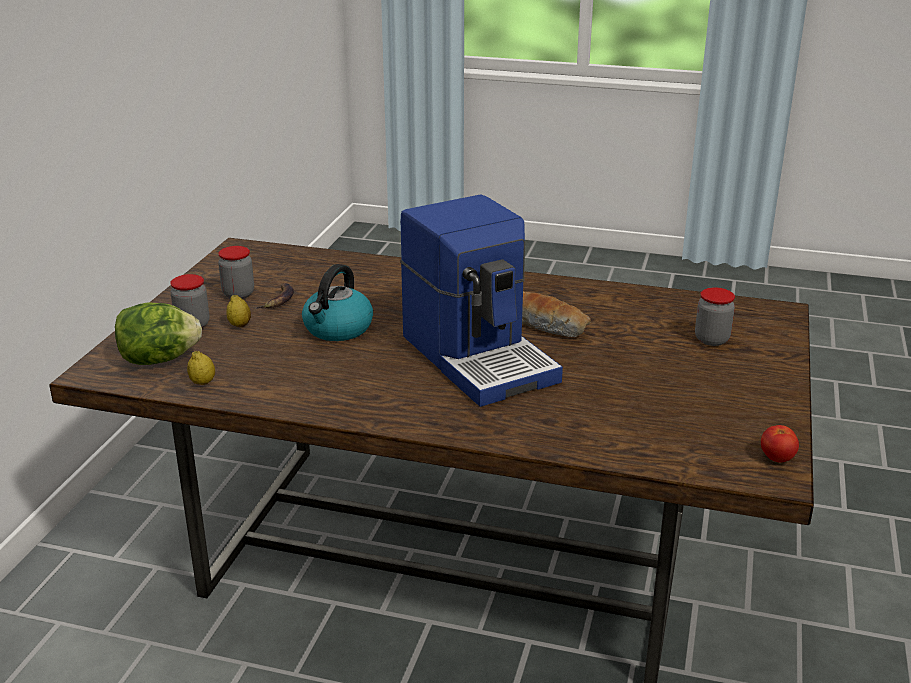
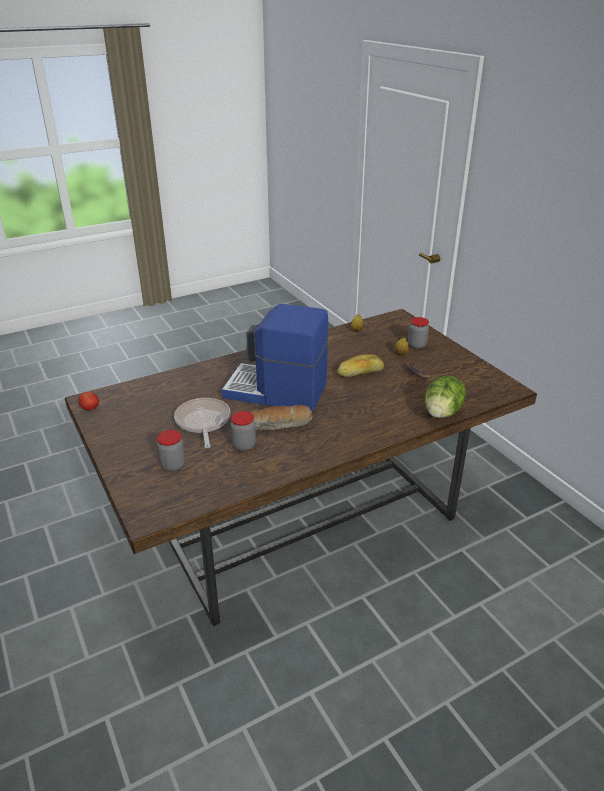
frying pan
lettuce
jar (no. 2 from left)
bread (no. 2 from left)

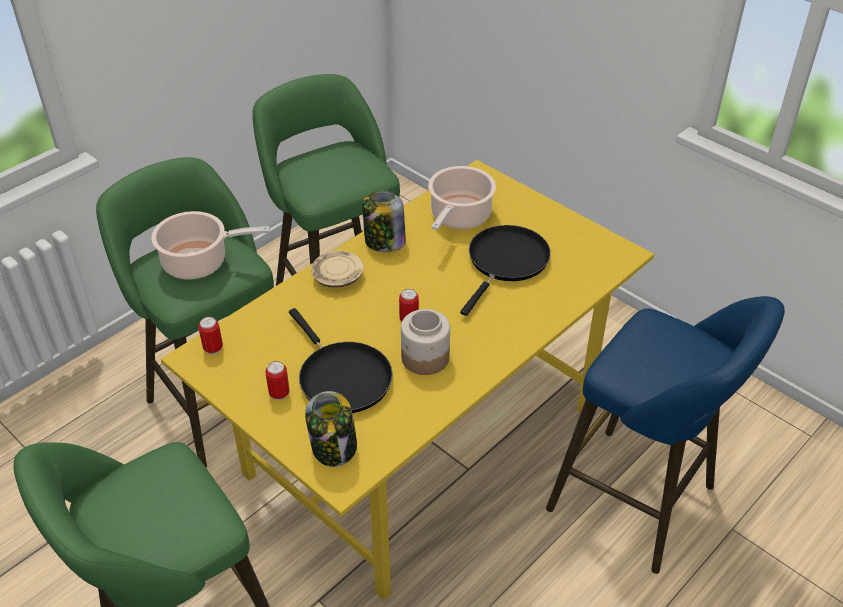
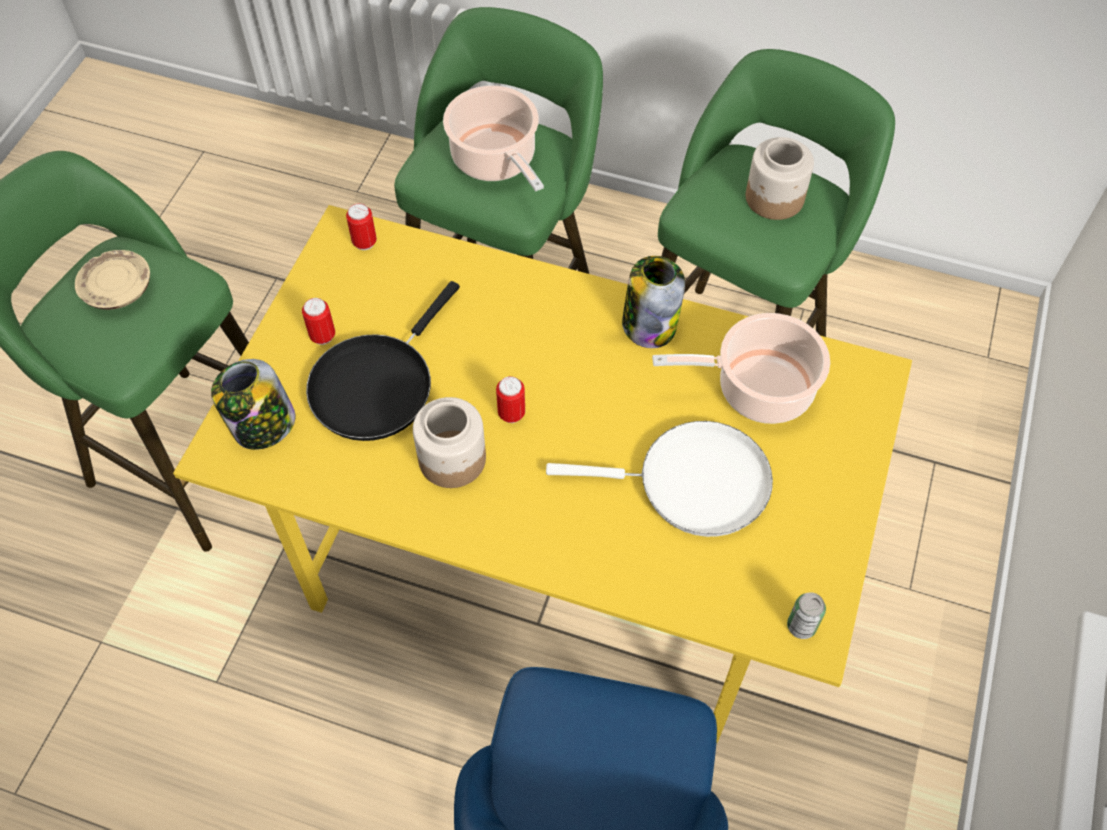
jar (no. 4 from left)
can (no. 4 from left)
beige plate
white frying pan

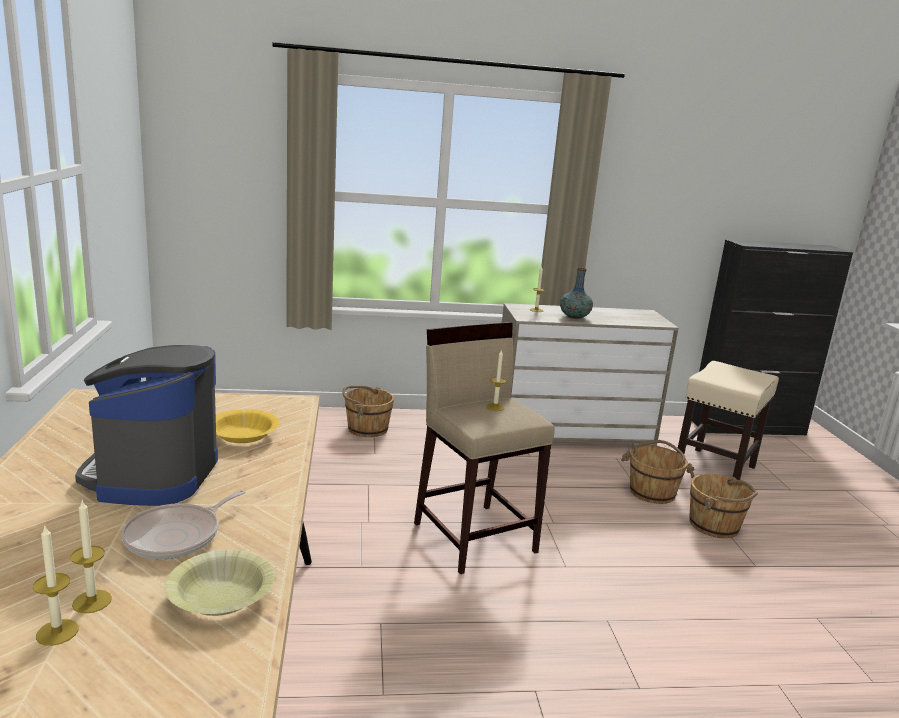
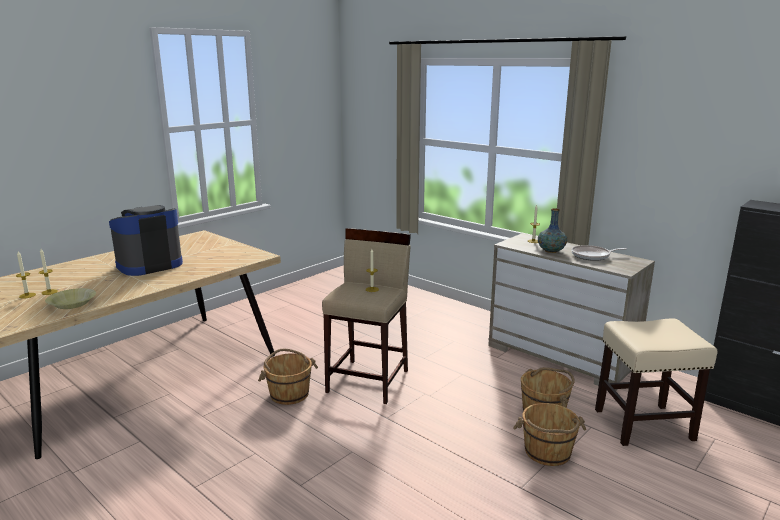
yellow bowl (no. 2 from left in the first image)
frying pan
brown bucket (no. 1 from left)

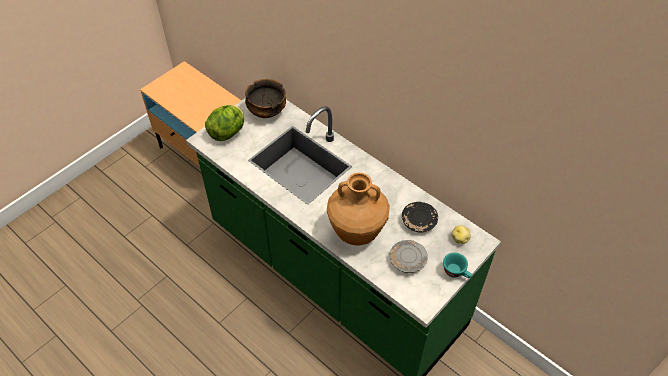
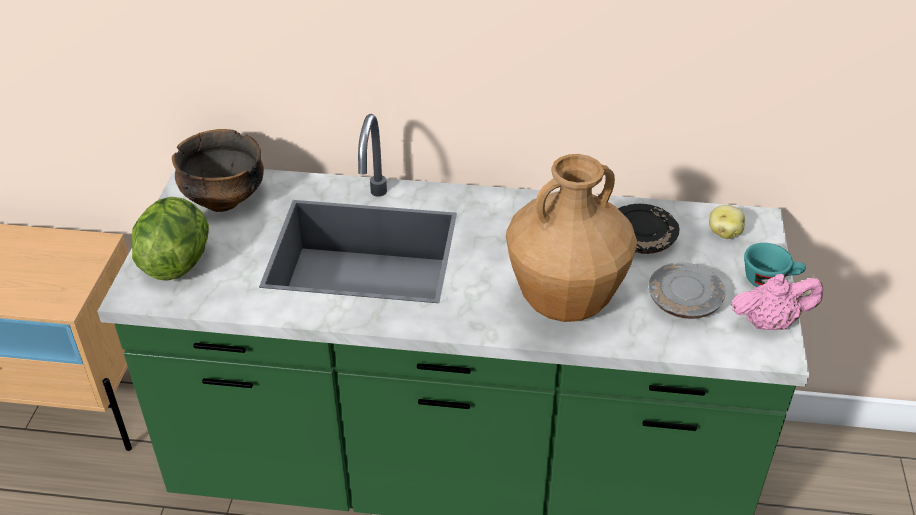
pink teapot

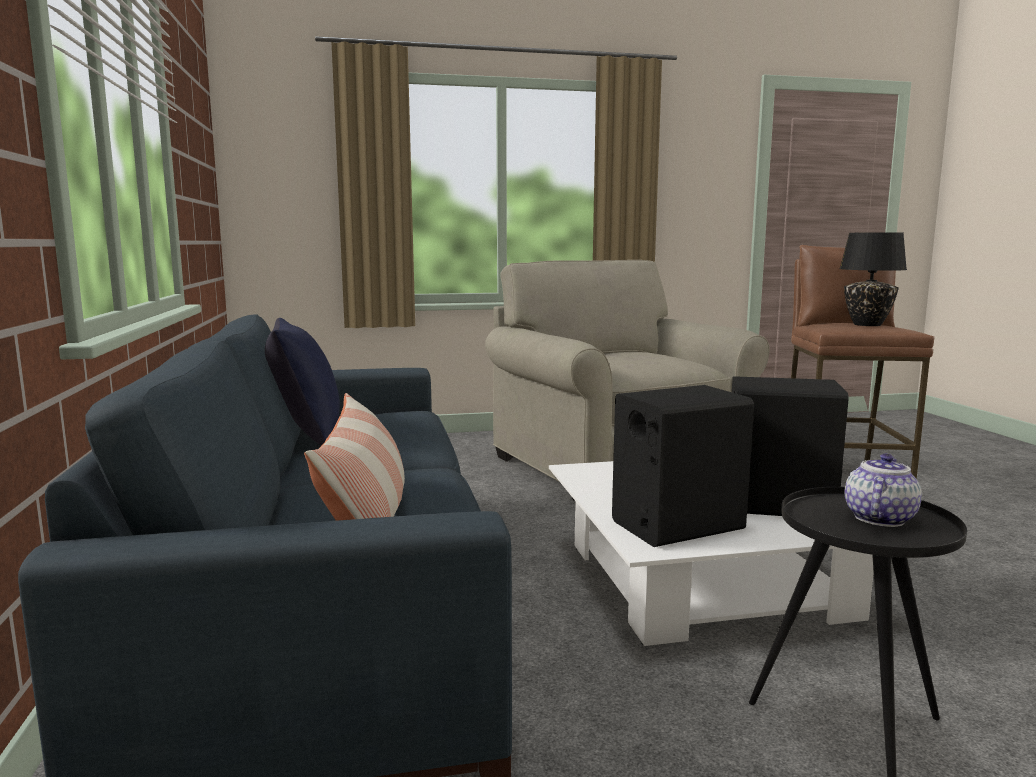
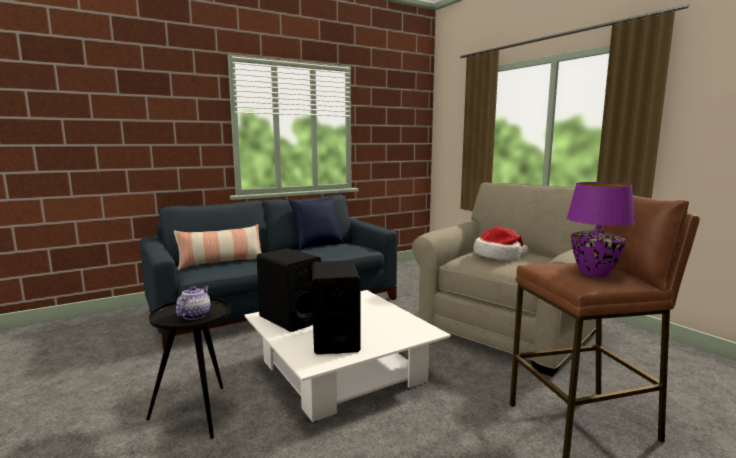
hat
purple table lamp
teapot

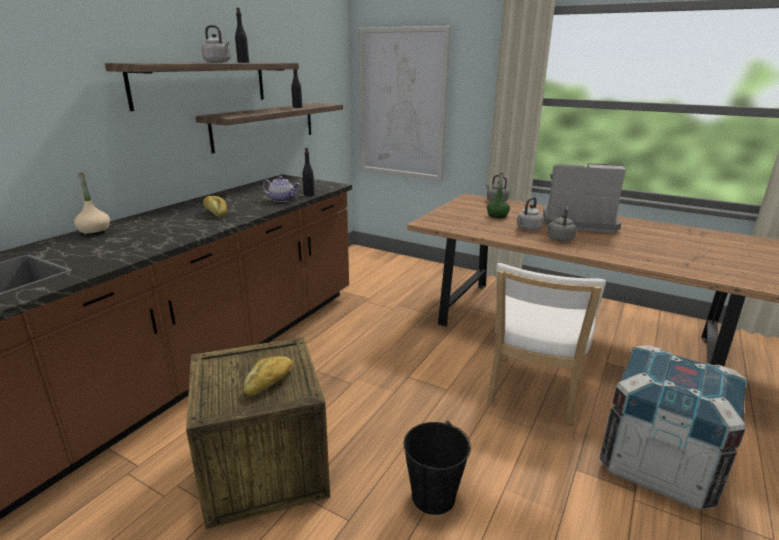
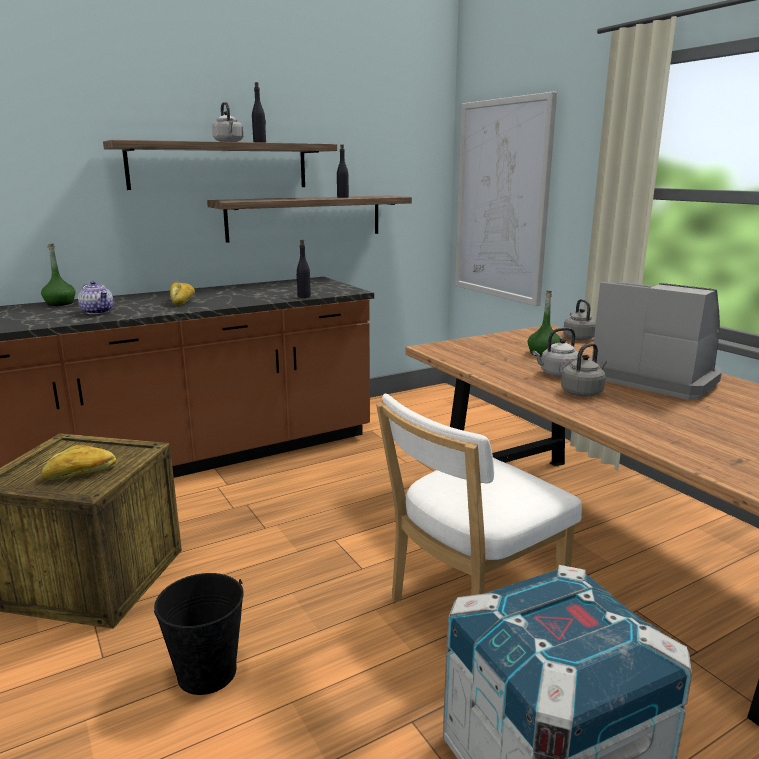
teapot
green bottle (no. 1 from left)

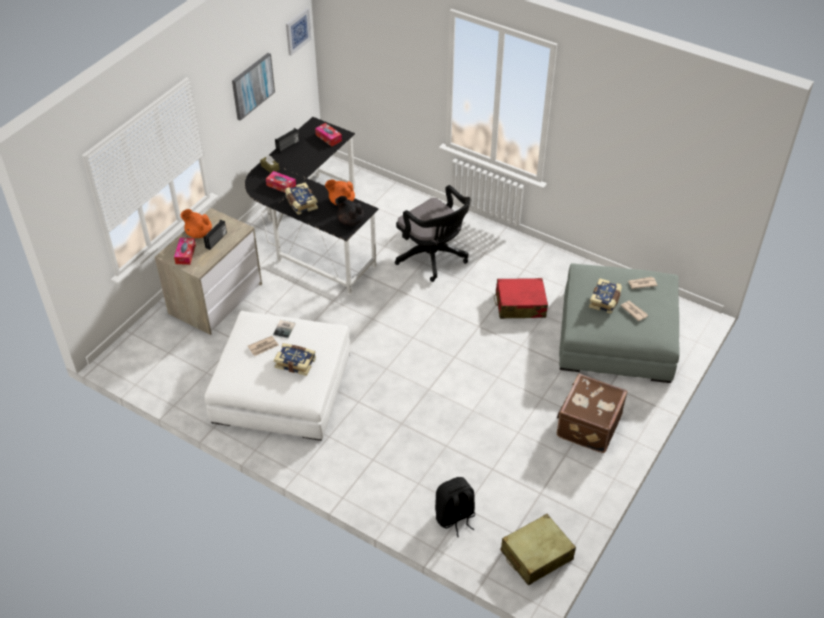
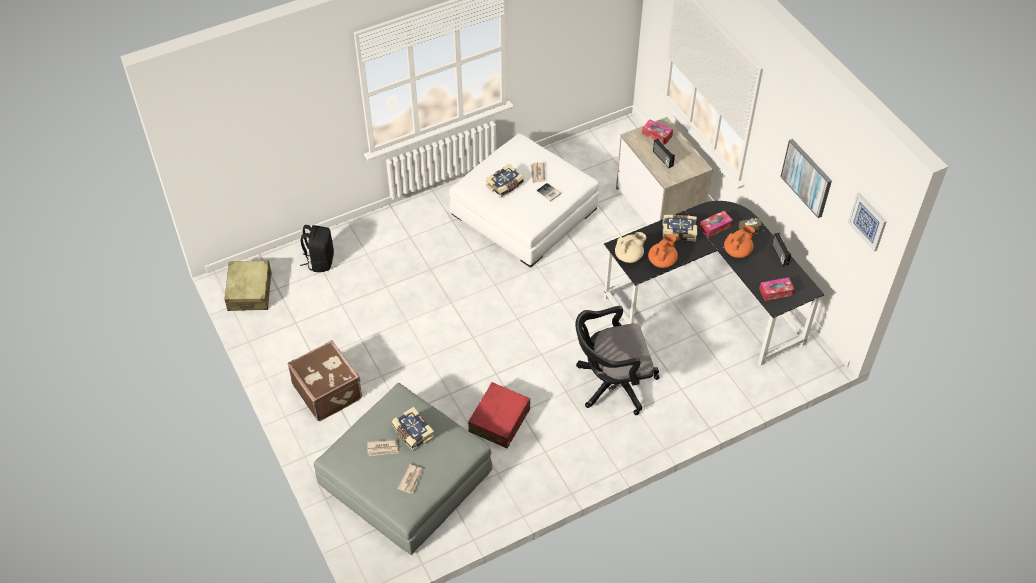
orange teapot (no. 2 from left)
beige teapot

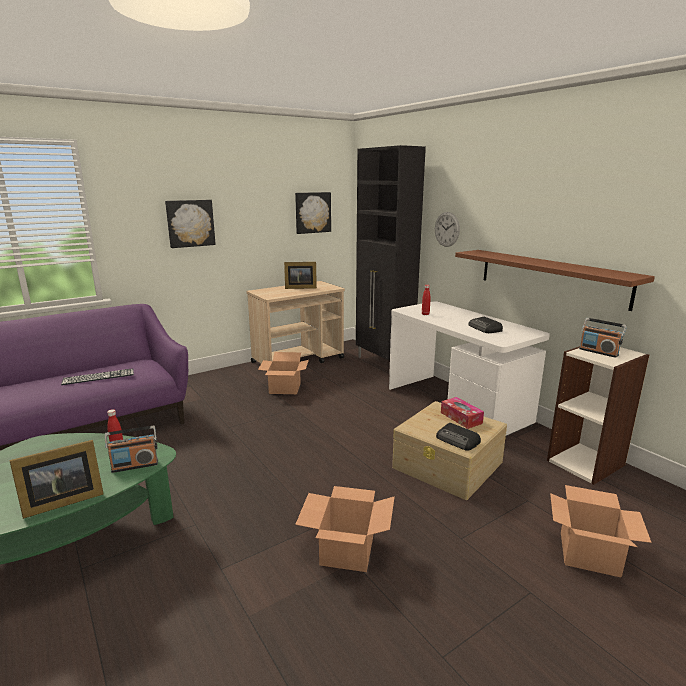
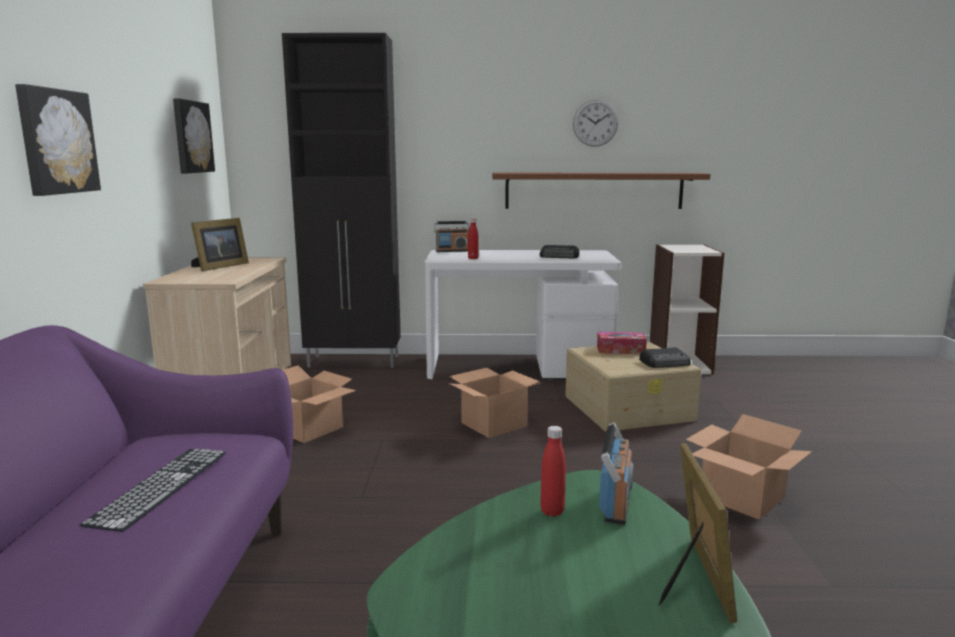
wall clock
cardboard box (no. 2 from left)
radio (no. 1 from left)

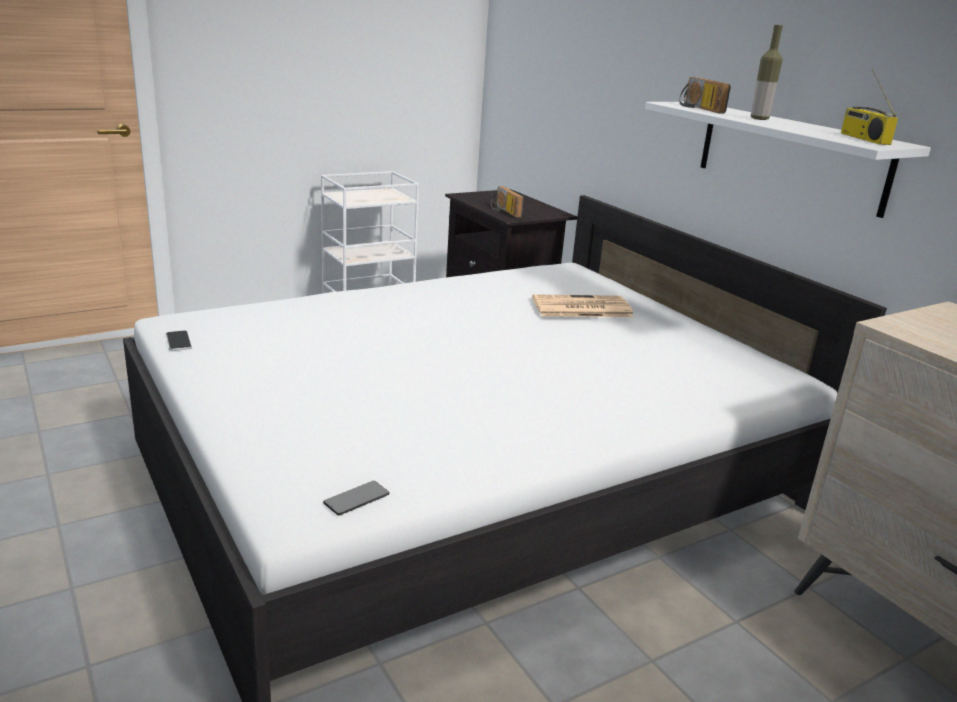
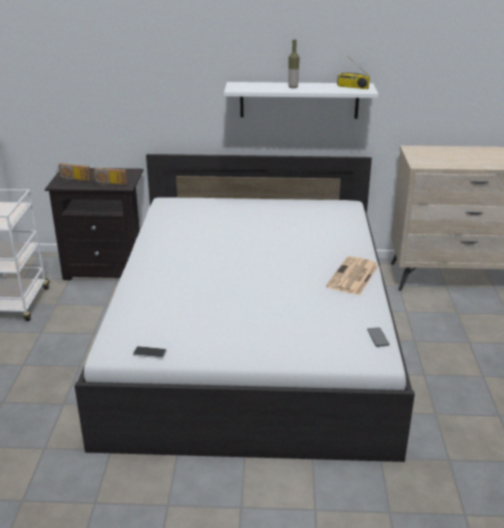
newspaper
radio (no. 1 from left)

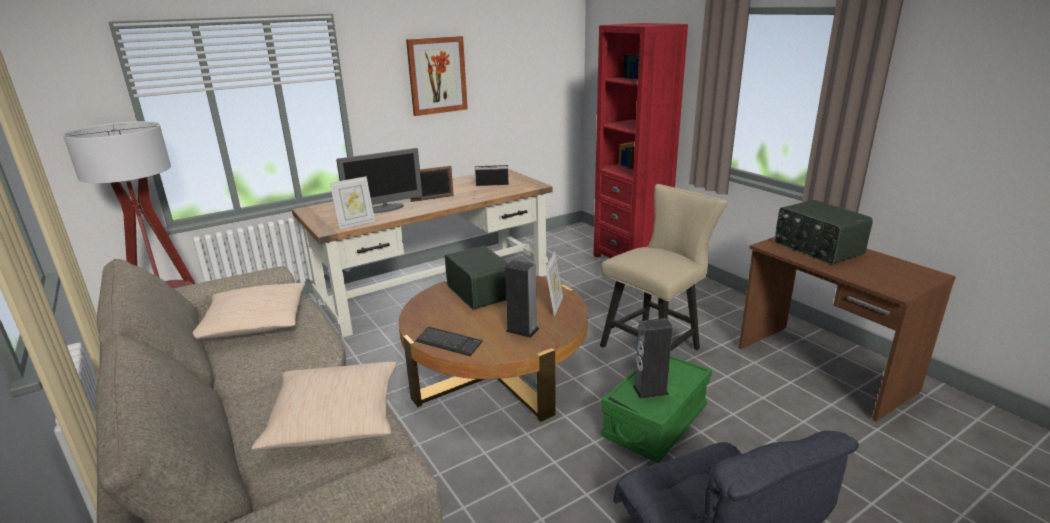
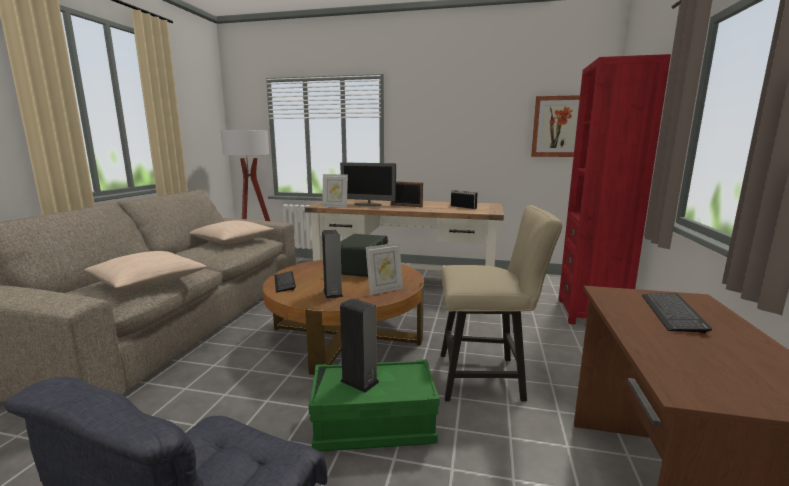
picture
keyboard (no. 2 from left)

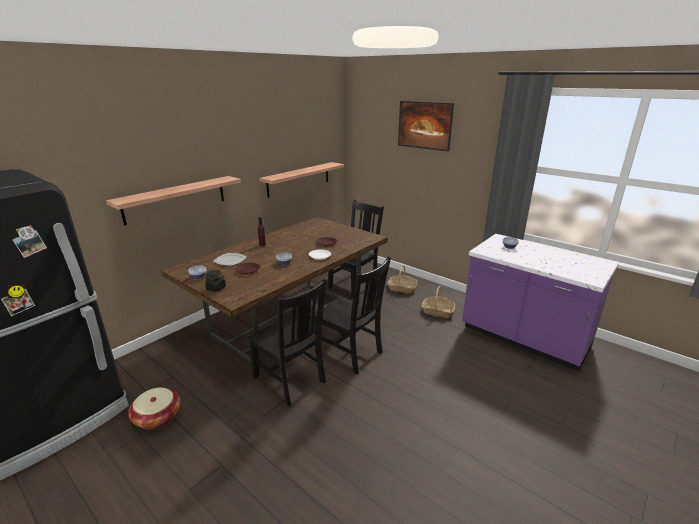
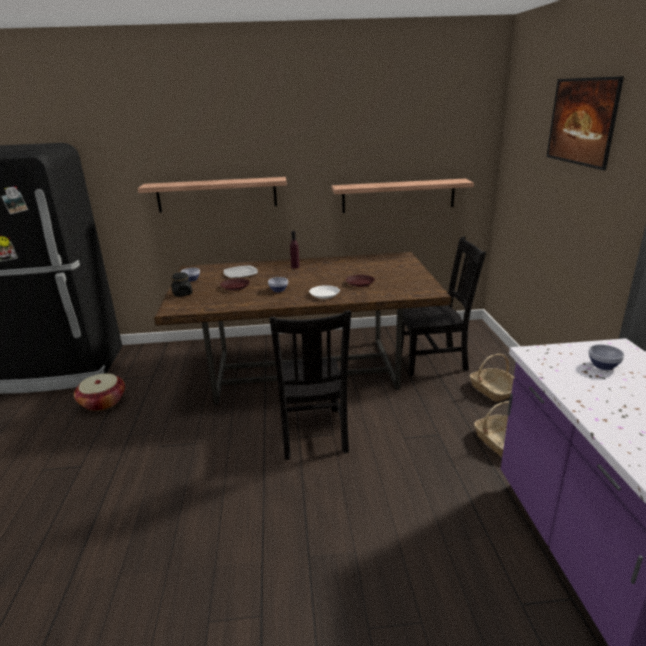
black chair (no. 1 from left in the first image)

